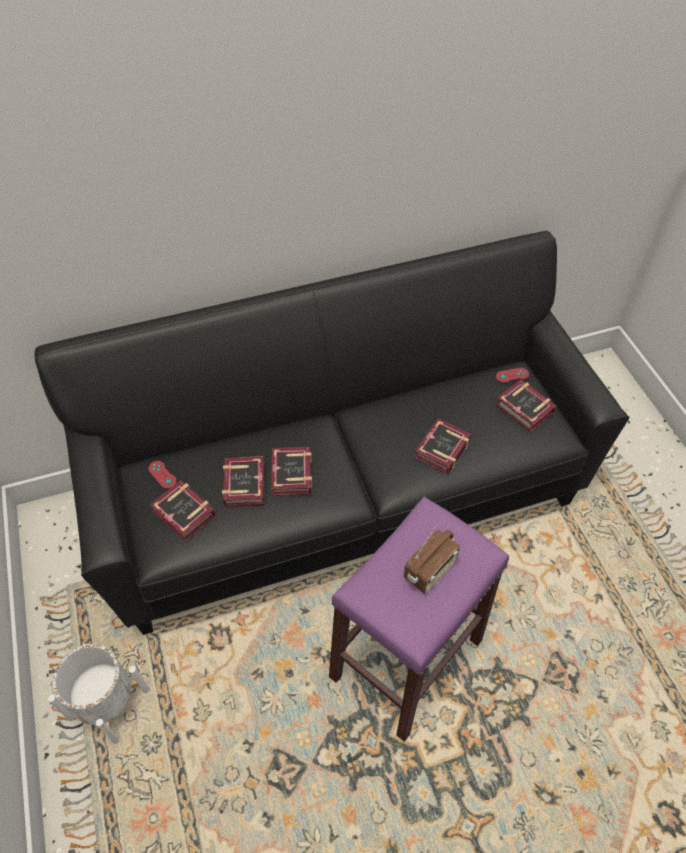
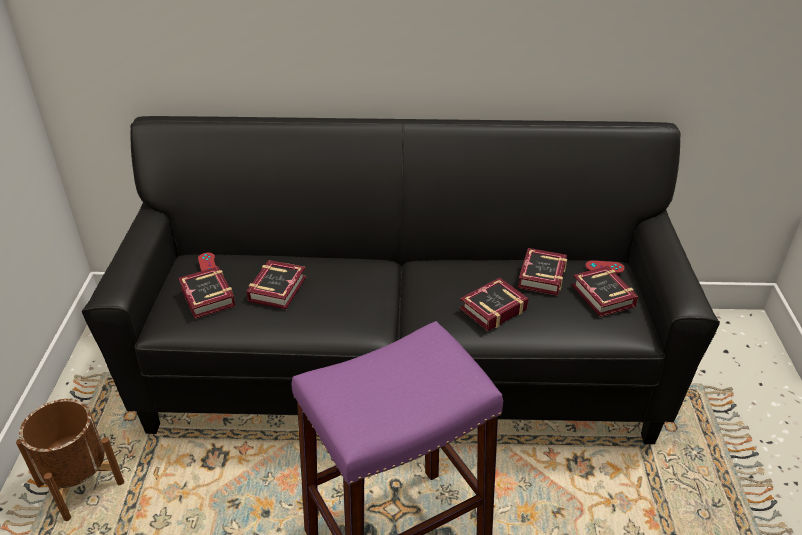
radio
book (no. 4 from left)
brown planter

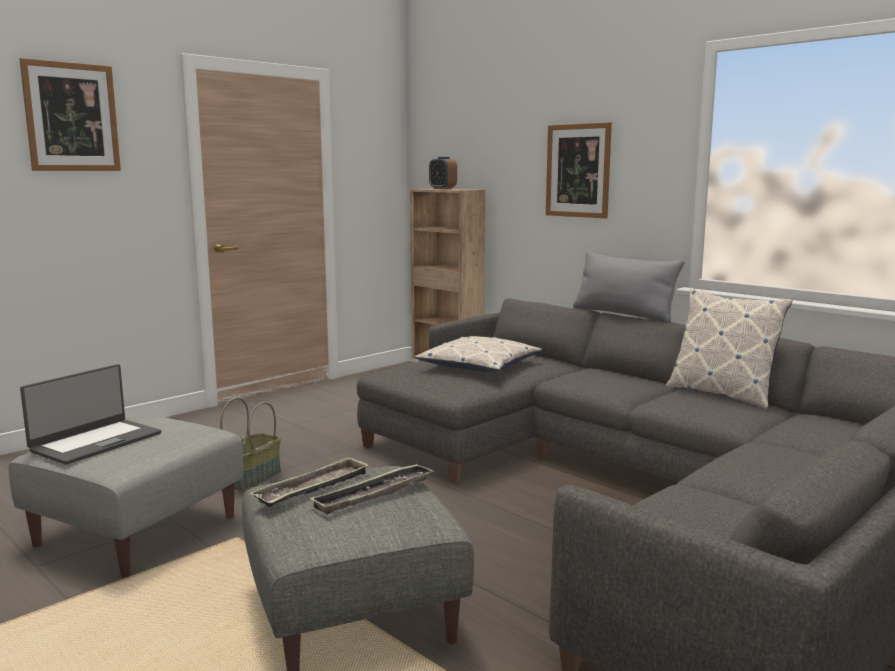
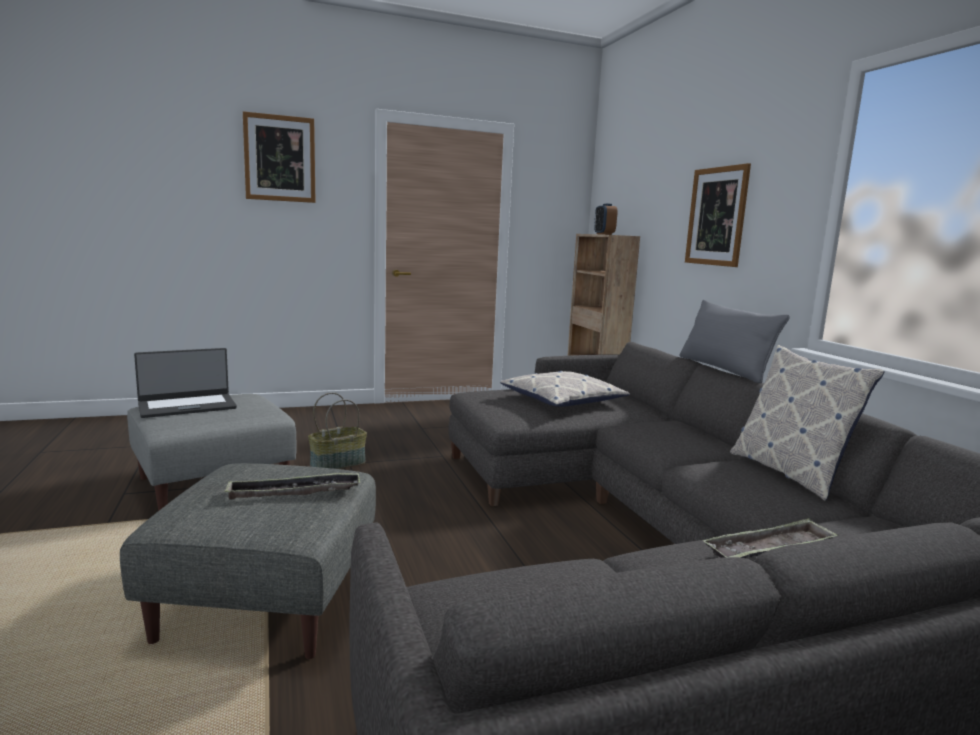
tray (no. 2 from left)

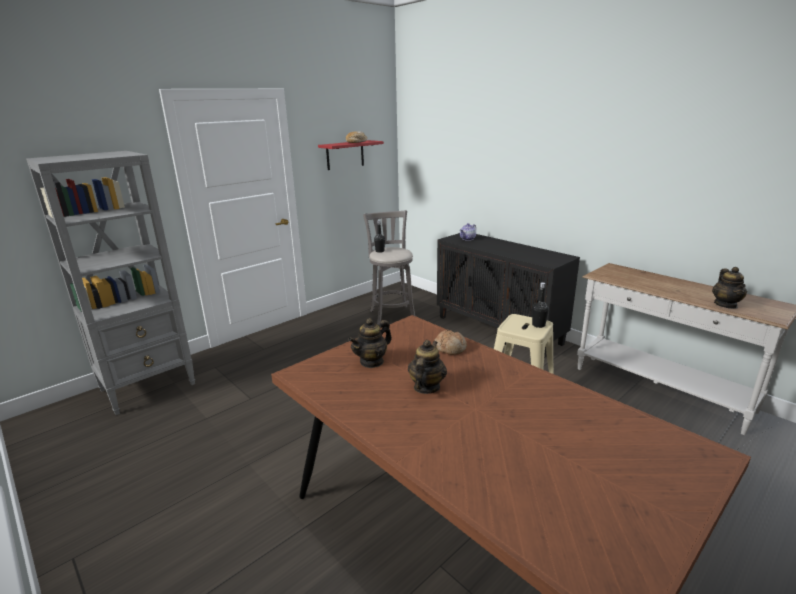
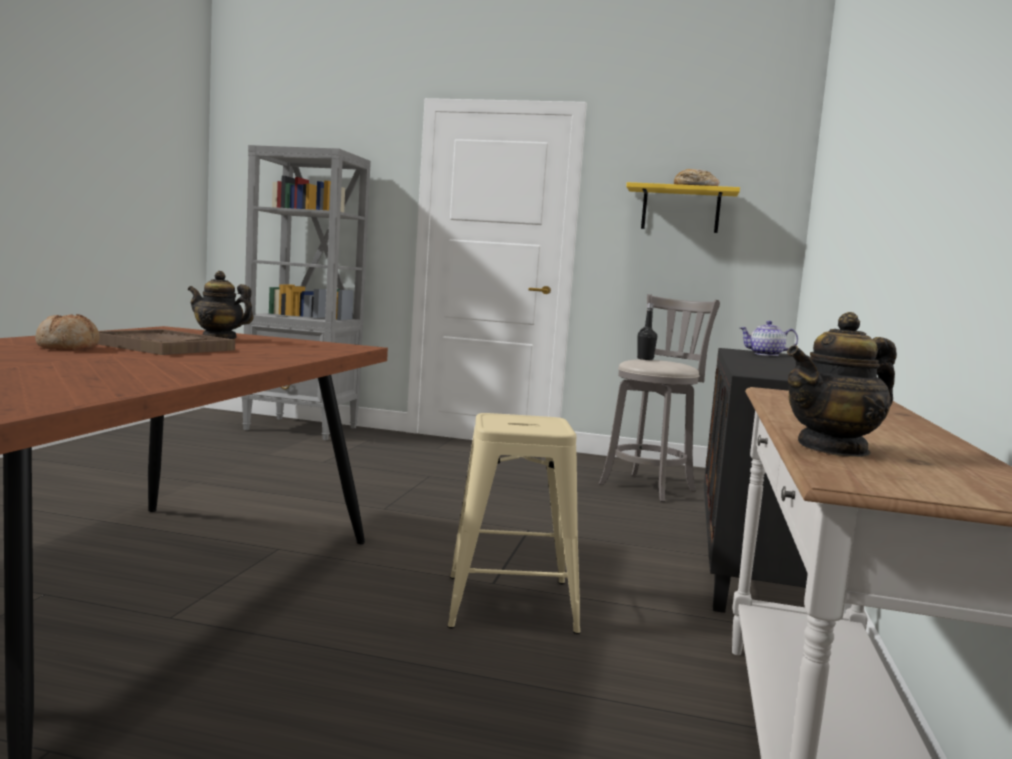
black bottle (no. 2 from left in the first image)
bread (no. 1 from left)
brown tray
yellow shelf

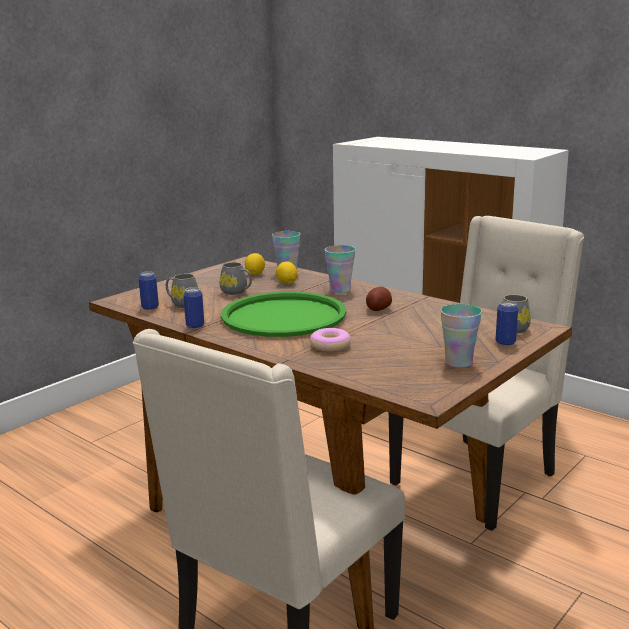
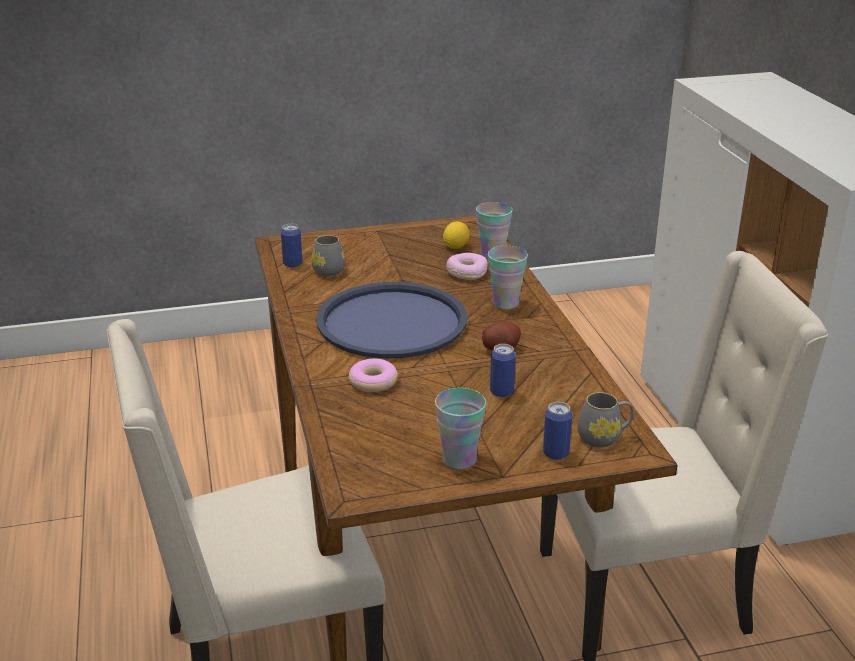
grey mug (no. 2 from left in the first image)
can (no. 2 from left)
donut (no. 2 from left)
blue tray

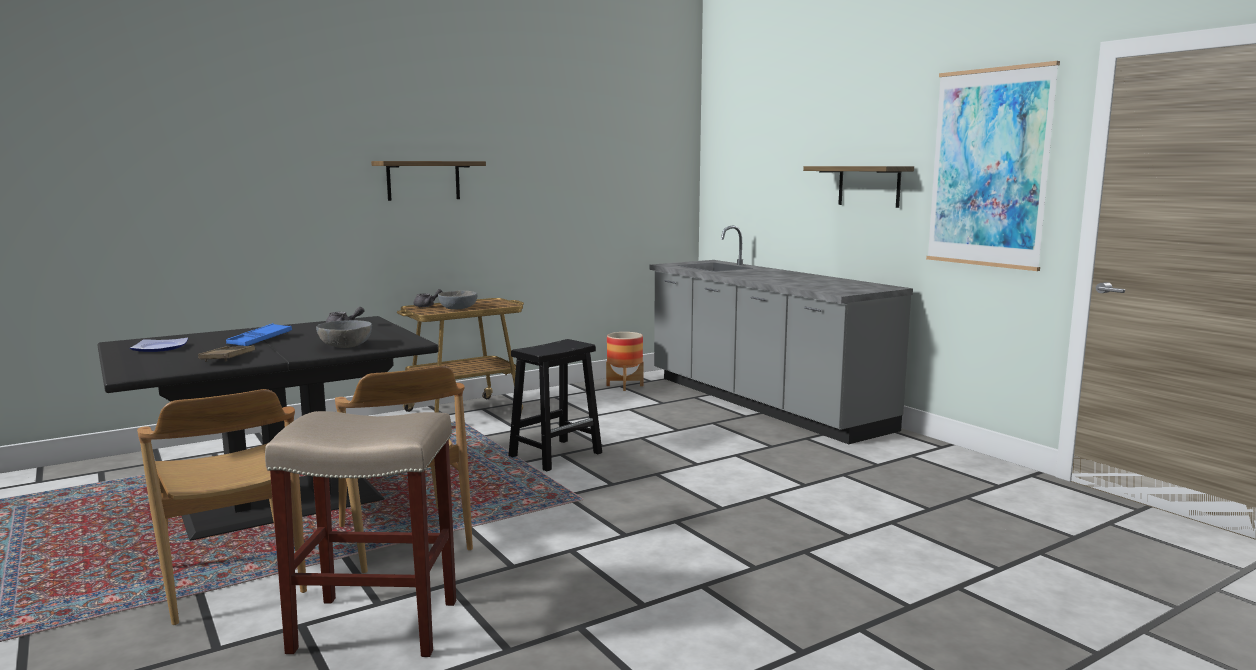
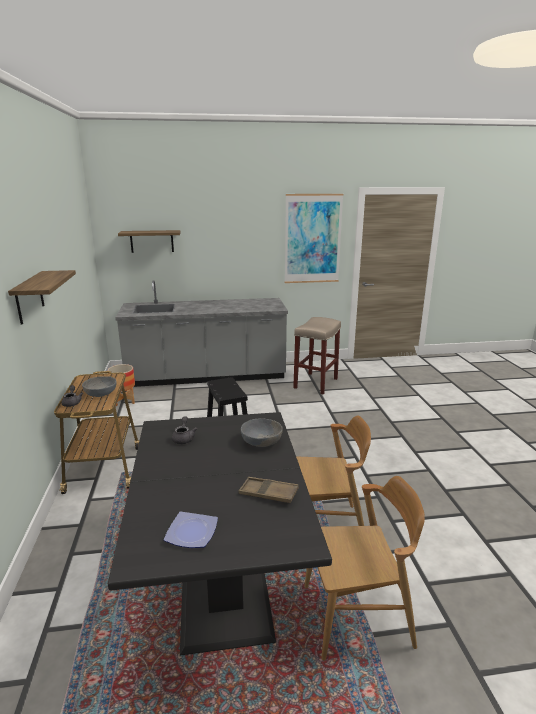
blue tray
beige stool
shelf (no. 2 from left)

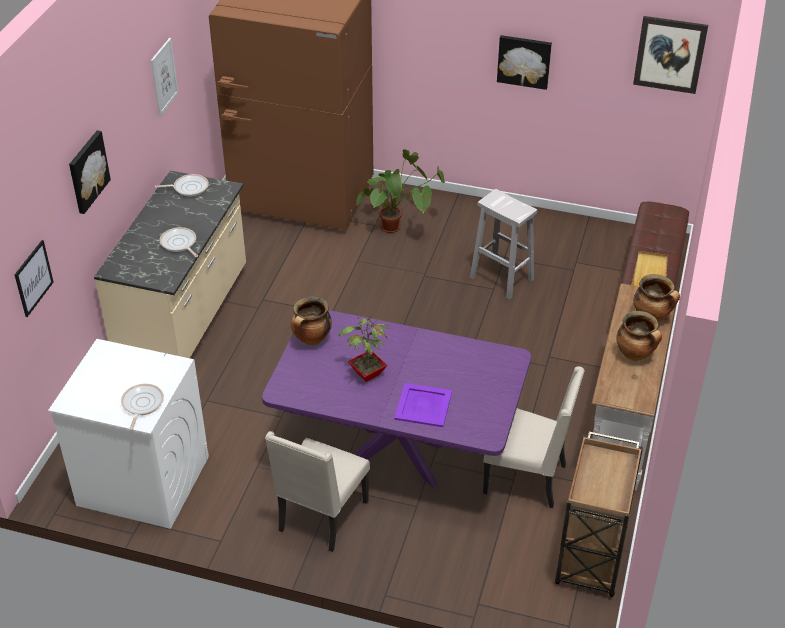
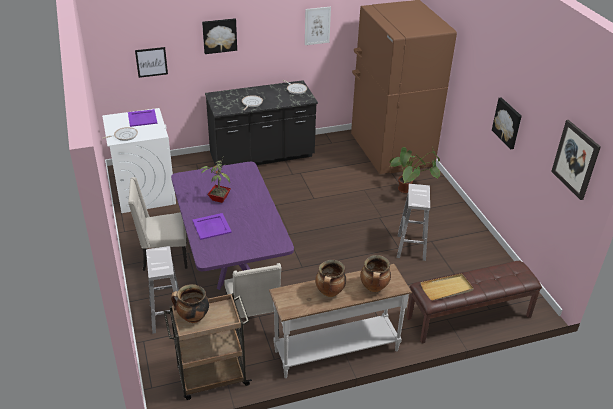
purple tray (no. 1 from left)
white stool (no. 1 from left)
cooking pot (no. 1 from left)
black counter

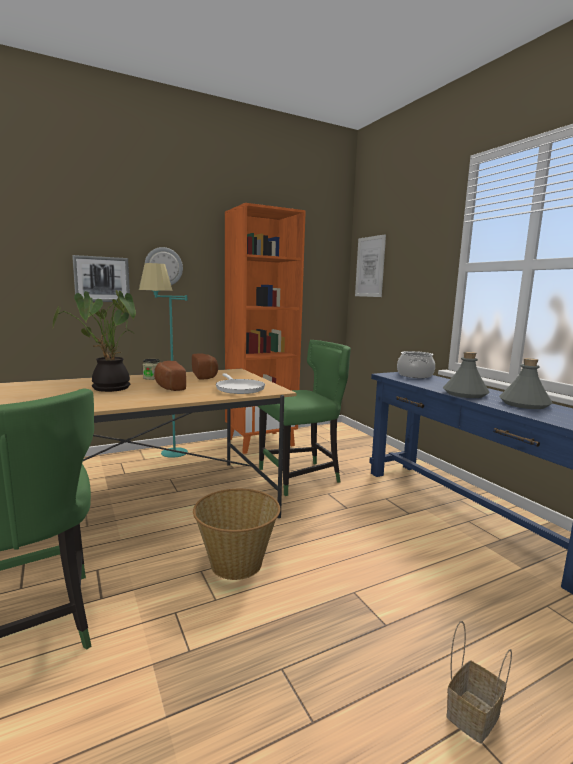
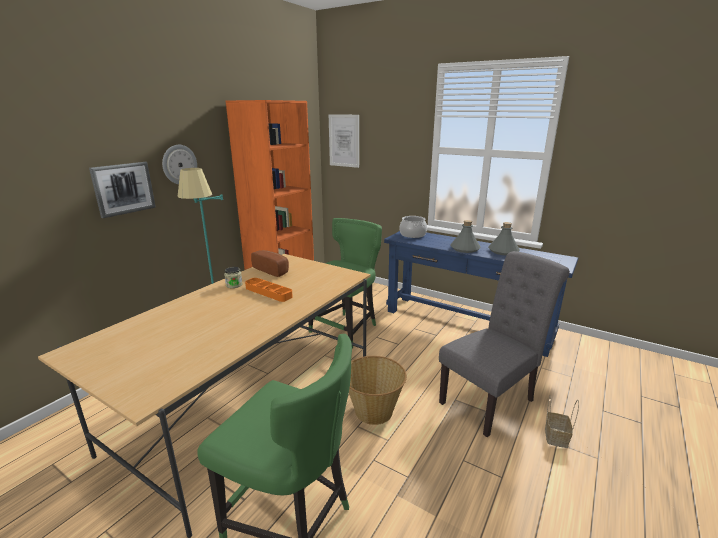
potted plant
white frying pan
grey chair
orange tray

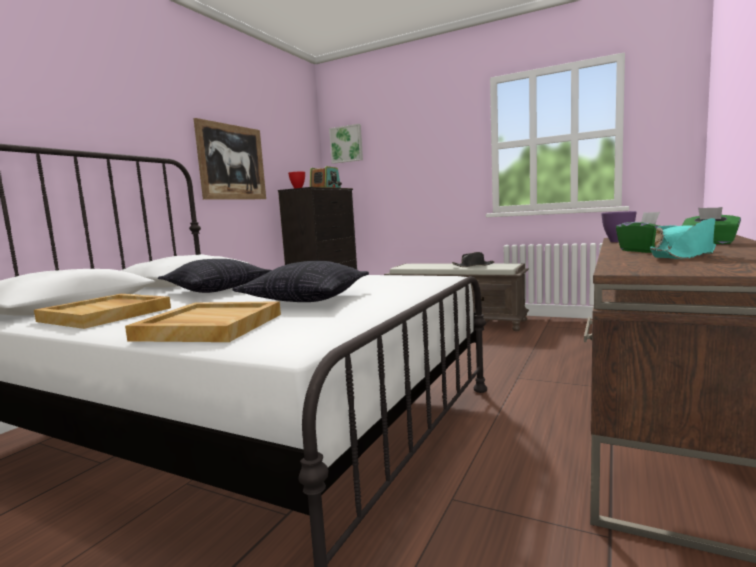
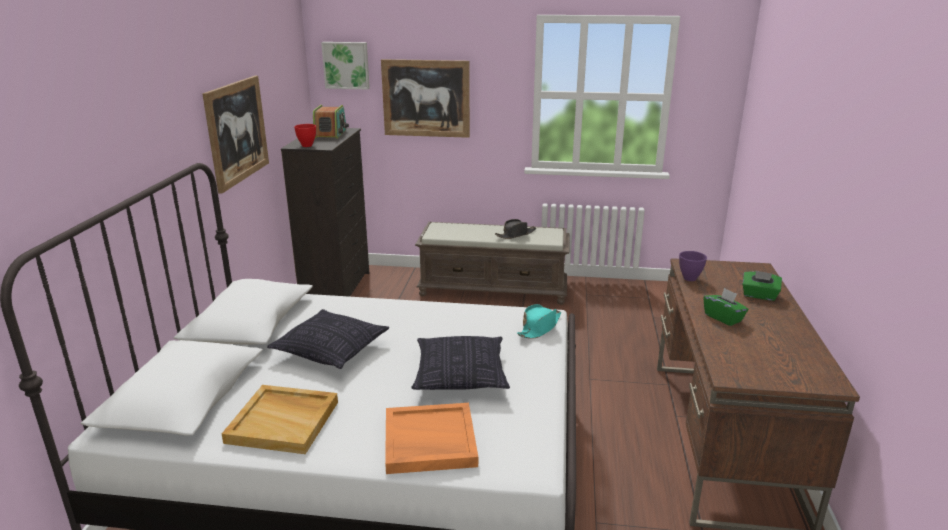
picture (no. 3 from left)
turquoise hat
orange tray

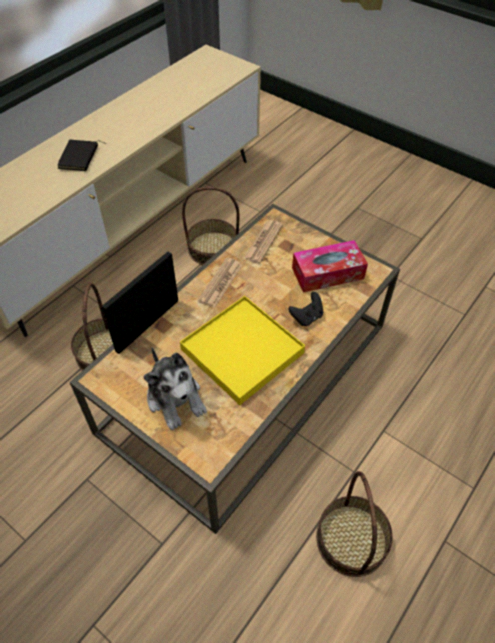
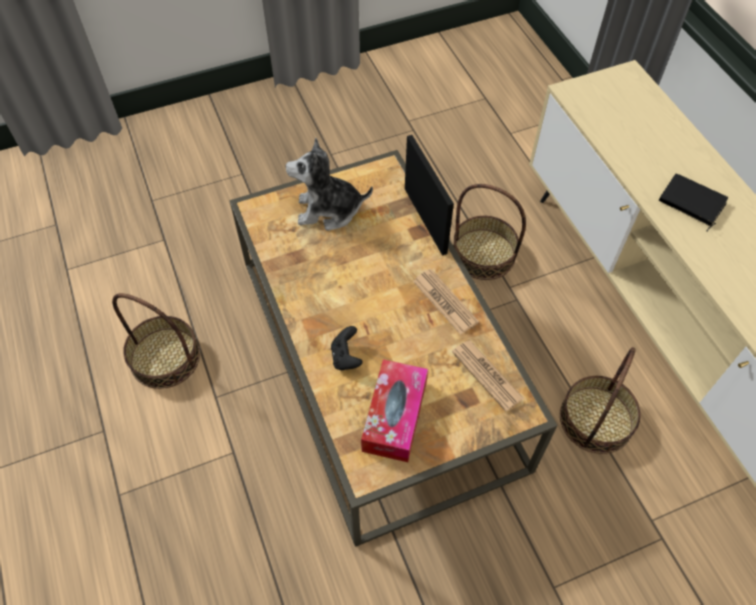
yellow tray

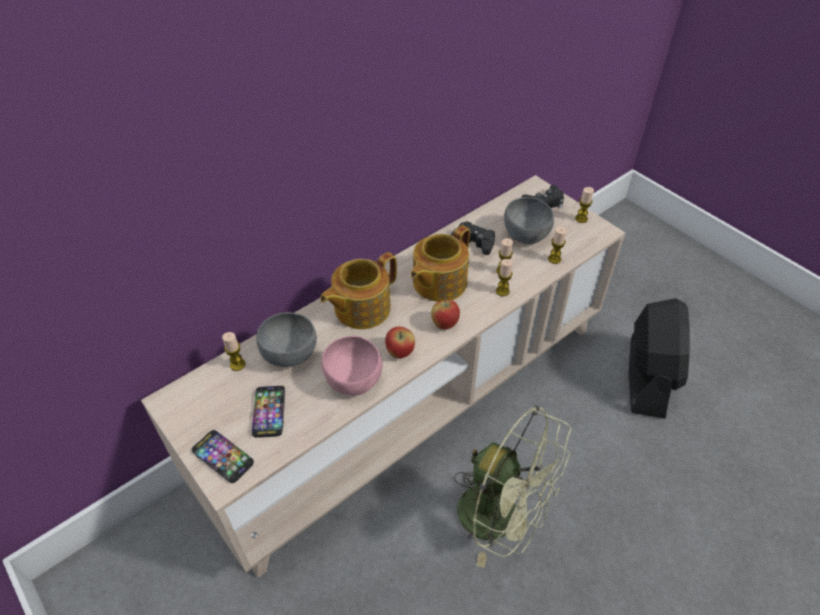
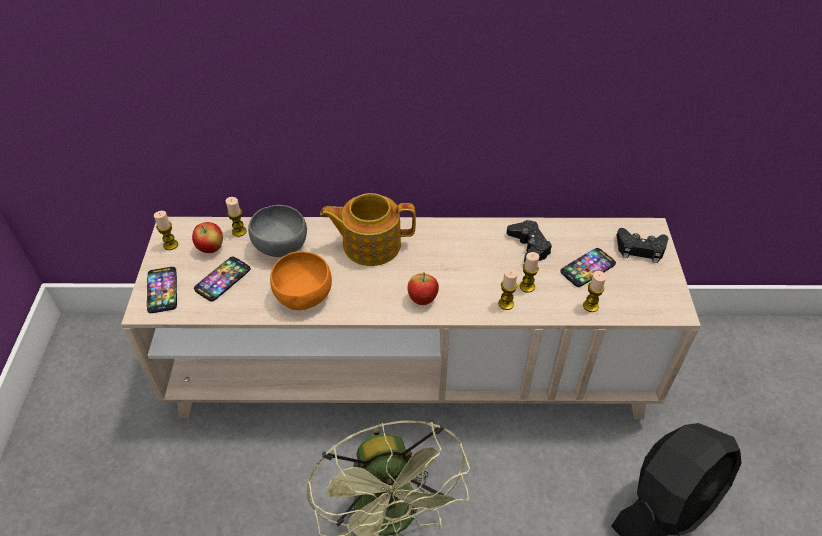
teapot (no. 2 from left in the first image)
apple (no. 1 from left)
candle (no. 1 from left)
phone (no. 3 from left)
orange bowl

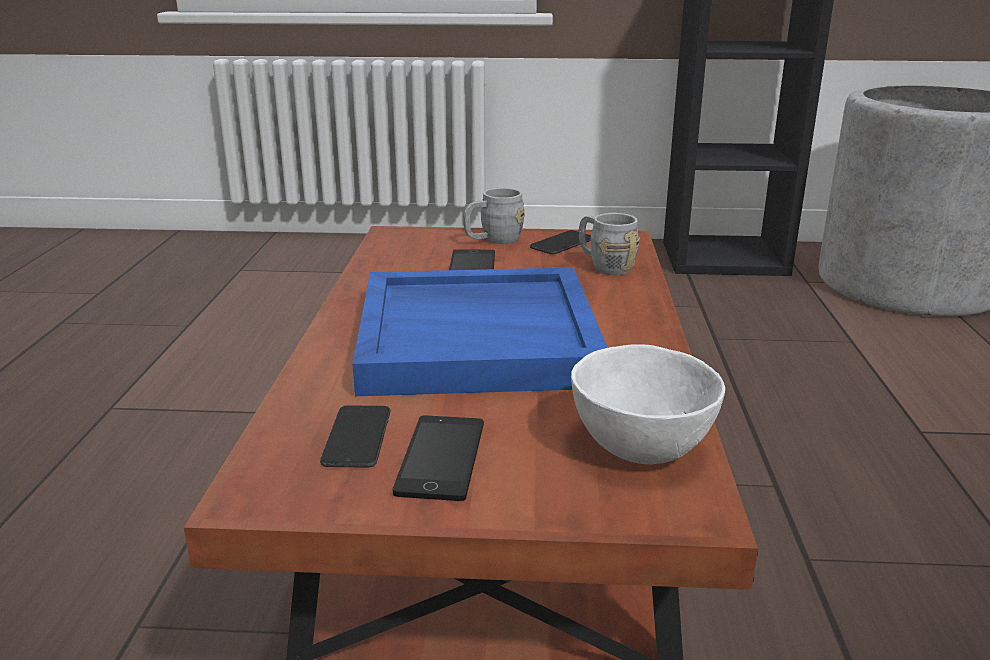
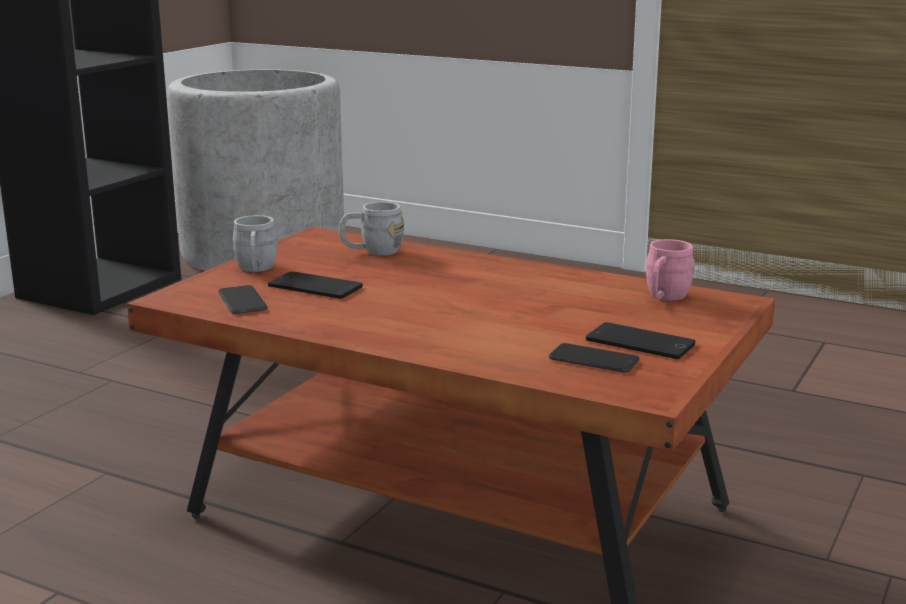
blue tray
phone (no. 1 from left)
pink mug

